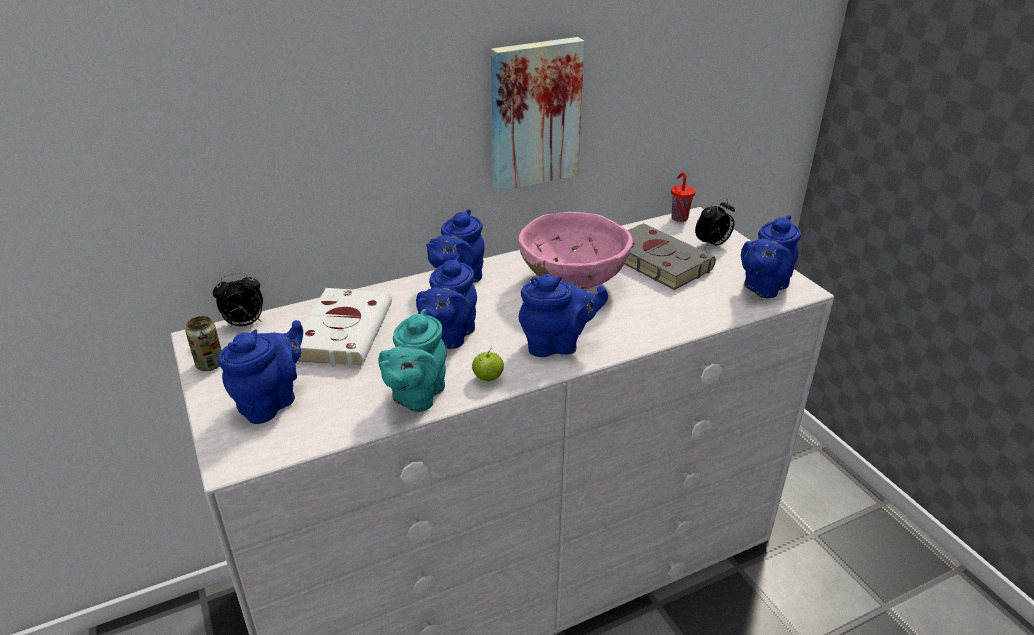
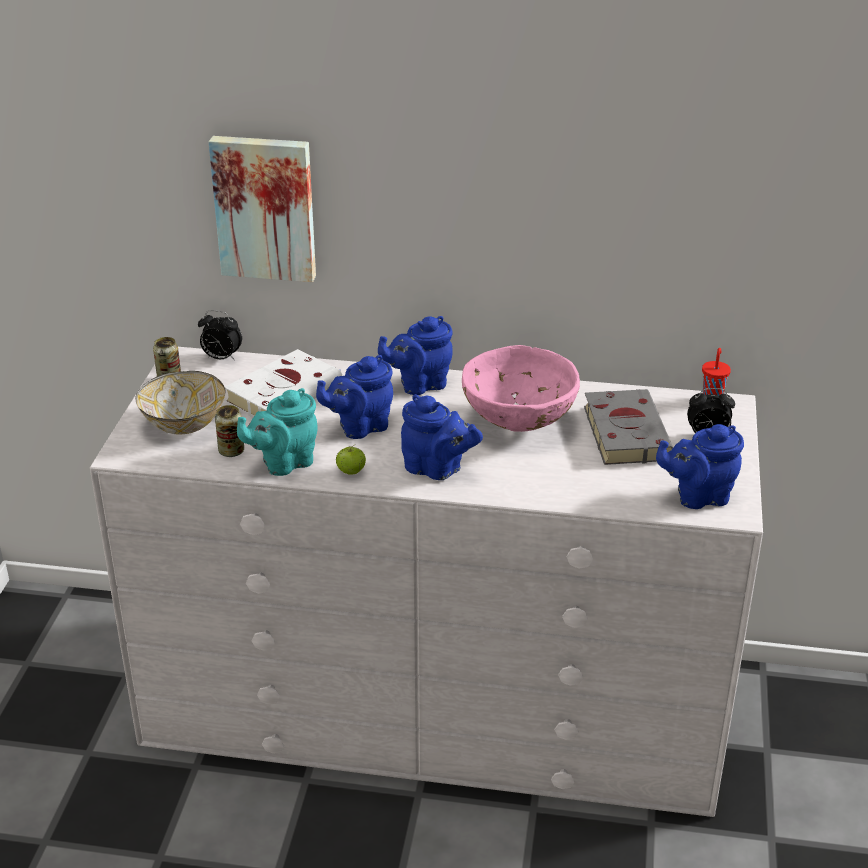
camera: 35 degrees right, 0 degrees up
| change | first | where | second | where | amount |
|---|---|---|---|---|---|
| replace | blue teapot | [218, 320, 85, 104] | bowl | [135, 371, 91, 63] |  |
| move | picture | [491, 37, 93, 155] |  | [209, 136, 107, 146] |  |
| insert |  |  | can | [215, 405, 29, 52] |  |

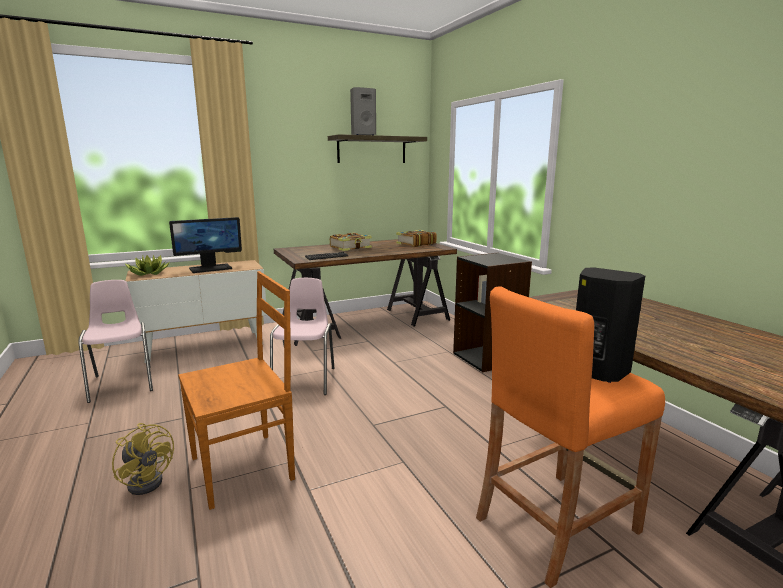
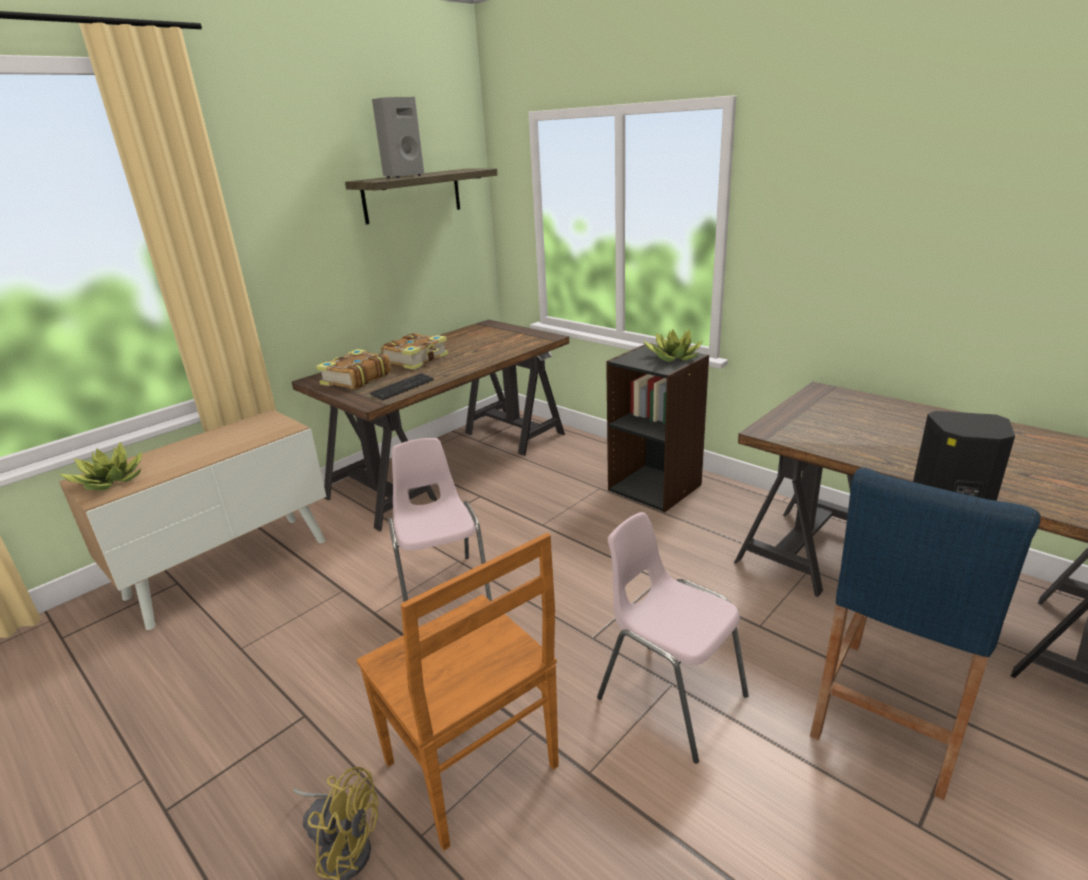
camera: 20 degrees left, 10 degrees up
| change | first | where | second | where | amount |
|---|---|---|---|---|---|
| move | book | [396, 230, 41, 17] |  | [316, 349, 75, 40] |  |
| rotate | brown chair | [178, 271, 117, 239] |  | [357, 533, 202, 318] | 105 degrees clockwise |
| move | pink chair | [78, 280, 75, 123] |  | [597, 512, 152, 252] |  |
| insert |  |  | potted plant | [643, 329, 60, 33] |  |
| recolor | orange stool | [476, 286, 189, 302] | blue stool | [810, 468, 231, 332] |  |
| delete | monitor | [169, 217, 73, 56] |  |  |  |

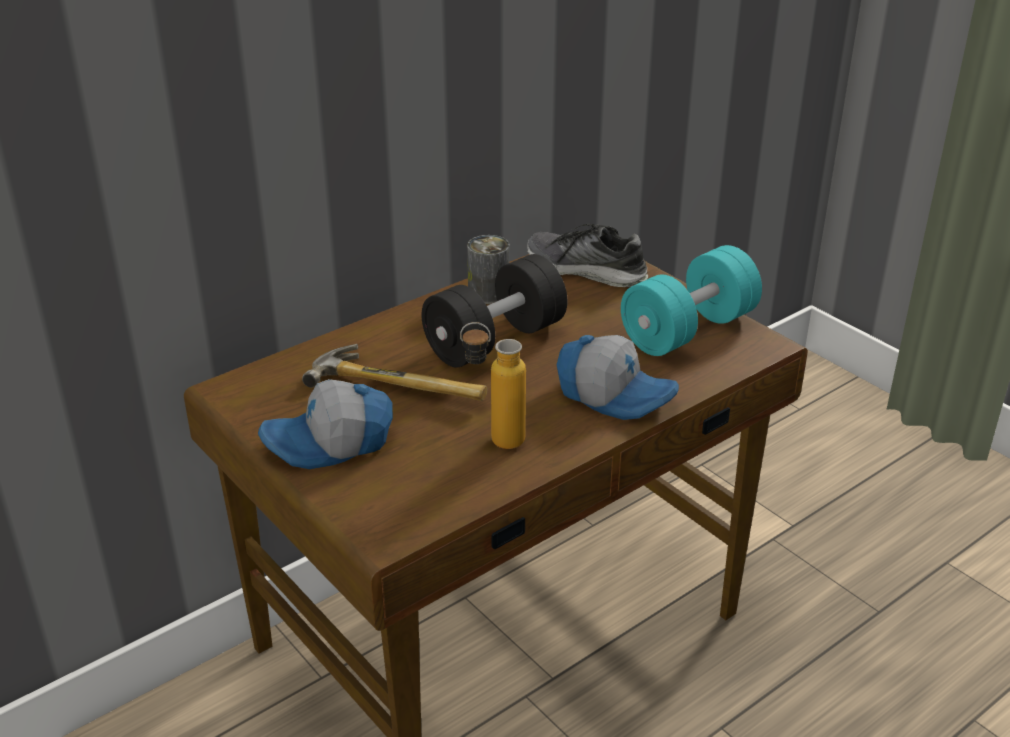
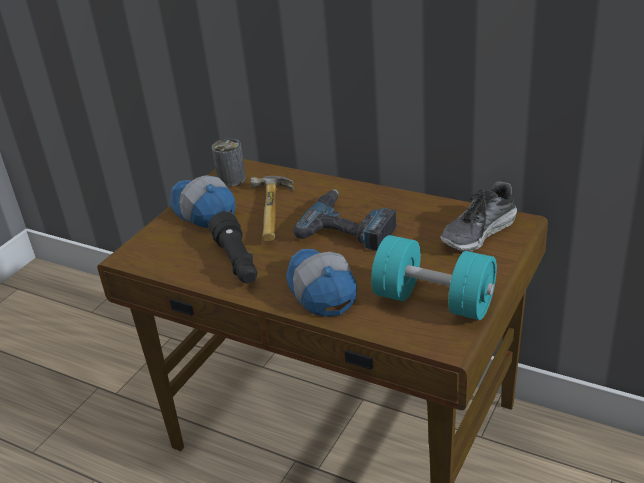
camera: 70 degrees right, 0 degrees up
| change | first | where | second | where | amount |
|---|---|---|---|---|---|
| replace | bottle | [460, 322, 66, 127] | black flashlight | [209, 211, 48, 72] |  |
| move | can | [467, 235, 43, 69] |  | [212, 139, 34, 48] |  |
| rotate | cap | [556, 335, 123, 85] |  | [286, 249, 71, 68] | 150 degrees clockwise |
| replace | black dumbbell | [422, 254, 145, 114] | power drill | [293, 189, 104, 62] |  |
| rotate | shoe | [527, 224, 121, 63] |  | [440, 181, 77, 71] | 135 degrees counterclockwise |

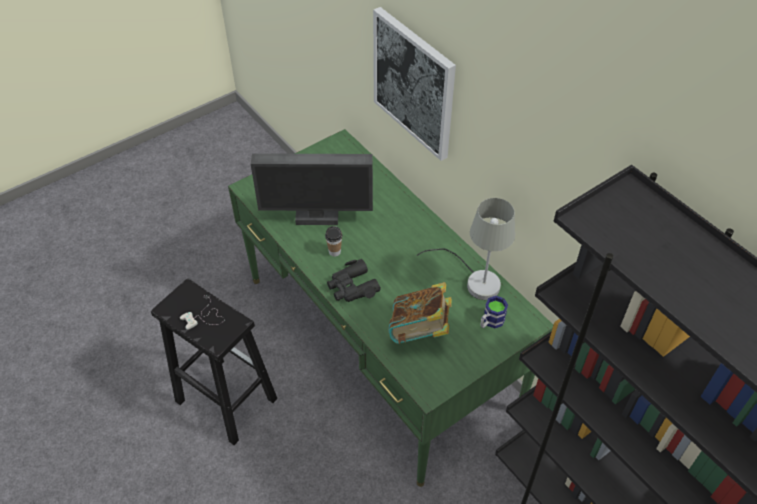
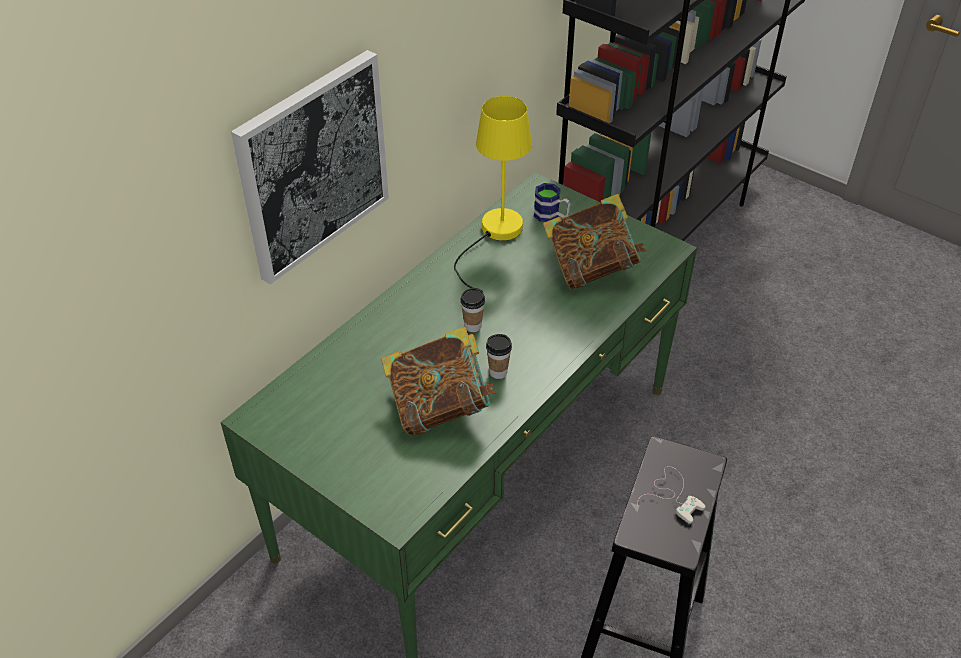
camera: 105 degrees left, 5 degrees down
| change | first | where | second | where | amount |
|---|---|---|---|---|---|
| replace | monitor | [251, 153, 122, 72] | book | [381, 326, 116, 109] |  |
| recolor | grey table lamp | [416, 198, 99, 102] | yellow table lamp | [454, 96, 78, 192] |  |
| insert |  |  | cup | [460, 288, 25, 44] |  |
| delete | black binoculars | [327, 259, 54, 43] |  |  |  |

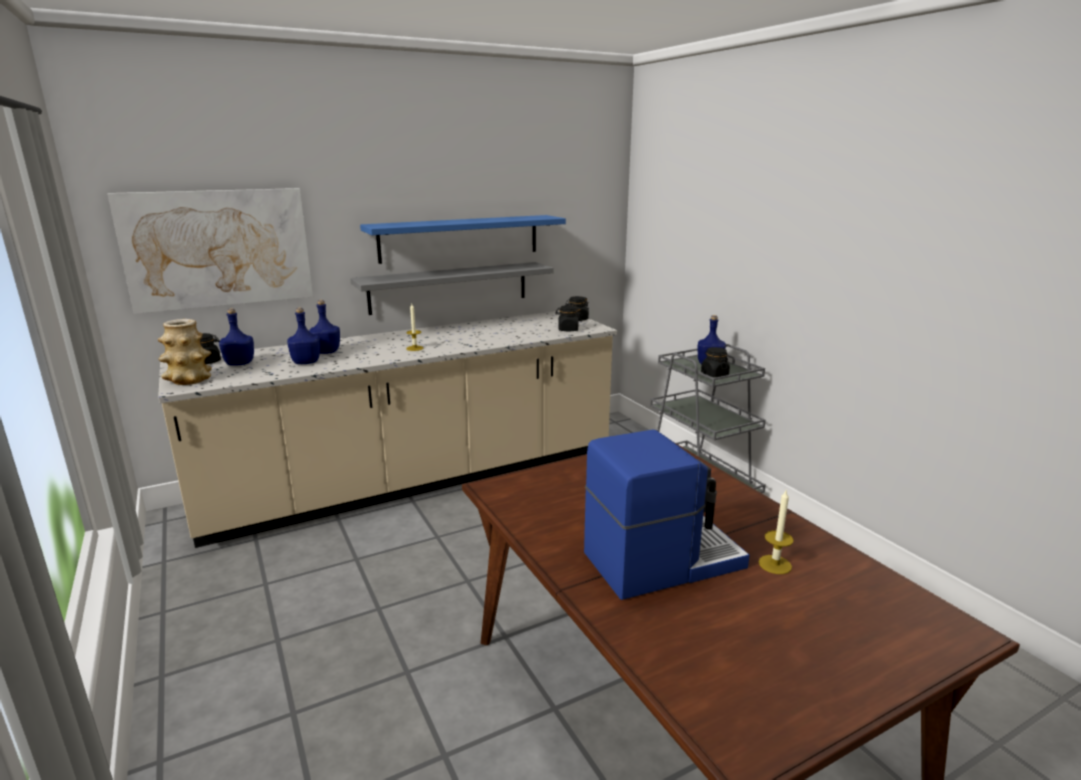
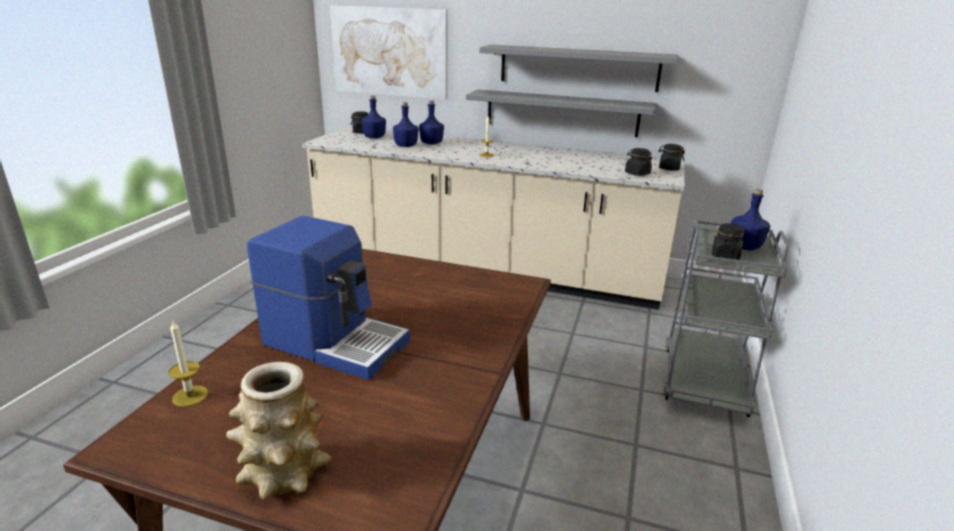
camera: 45 degrees right, 5 degrees up
| change | first | where | second | where | amount |
|---|---|---|---|---|---|
| move | candle | [759, 490, 35, 84] |  | [168, 321, 40, 86] |  |
| move | vase | [158, 319, 54, 66] |  | [226, 362, 105, 138] |  |
| recolor | blue shelf | [360, 215, 206, 49] | grey shelf | [479, 45, 199, 47] |  |

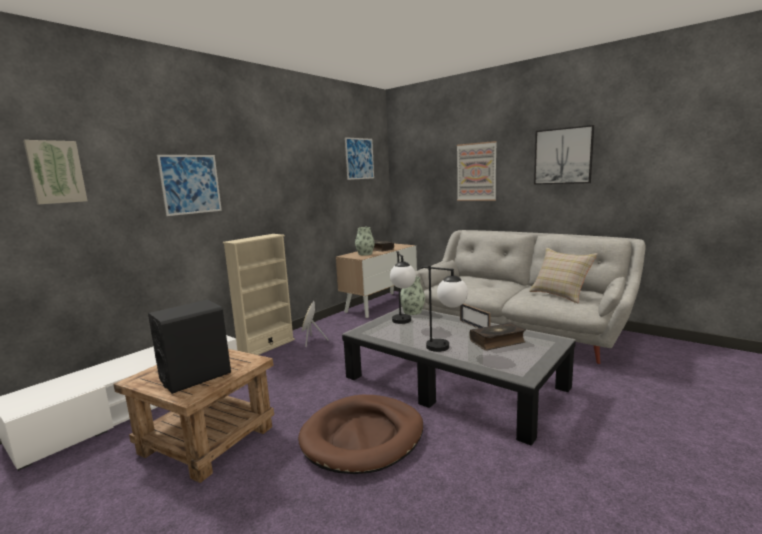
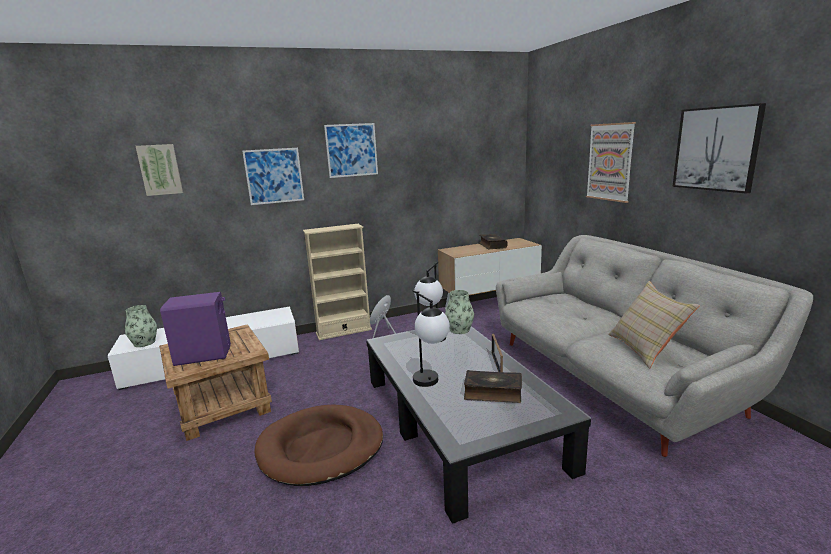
camera: 30 degrees right, 5 degrees up
| change | first | where | second | where | amount |
|---|---|---|---|---|---|
| move | vase | [355, 227, 20, 28] |  | [125, 305, 32, 42] |  |
| recolor | black speaker | [148, 300, 83, 94] | purple speaker | [160, 292, 71, 74] |  |
| move | picture | [345, 137, 29, 43] |  | [324, 123, 54, 55] |  |

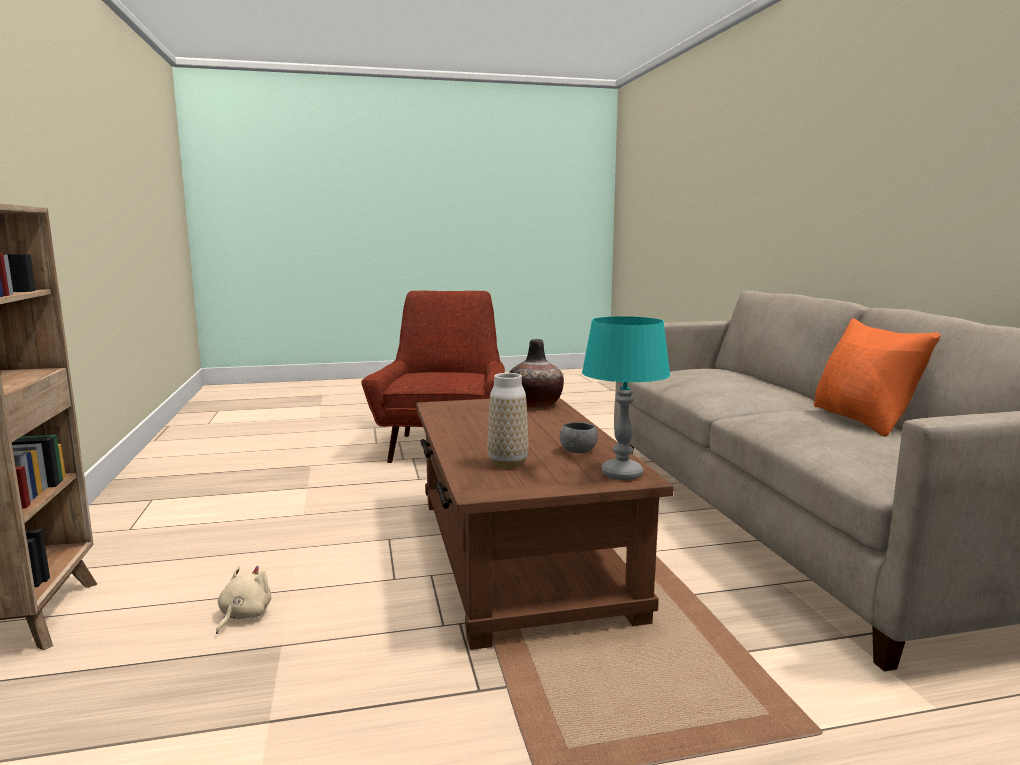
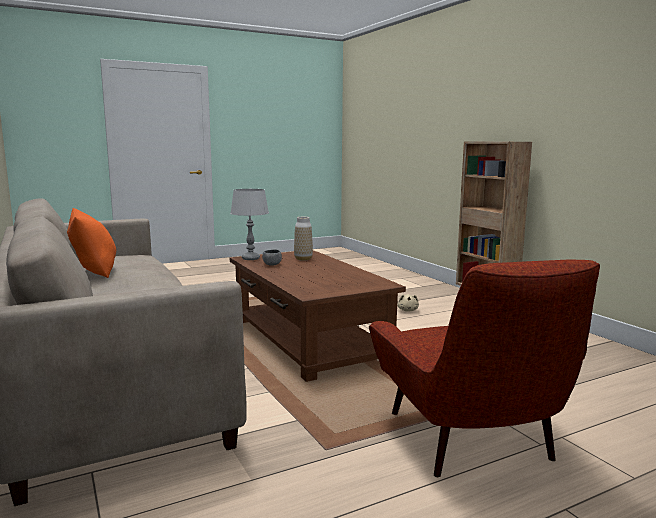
camera: 165 degrees right, 0 degrees up
| change | first | where | second | where | amount |
|---|---|---|---|---|---|
| recolor | turquoise table lamp | [582, 316, 89, 164] | grey table lamp | [230, 189, 39, 71] |  |
| delete | vase | [509, 339, 55, 69] |  |  |  |

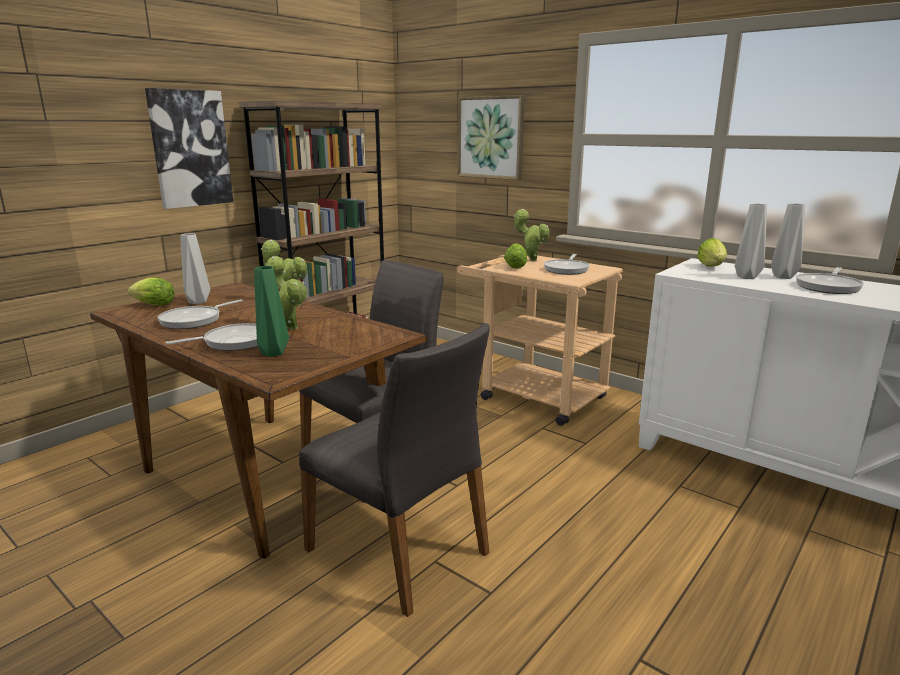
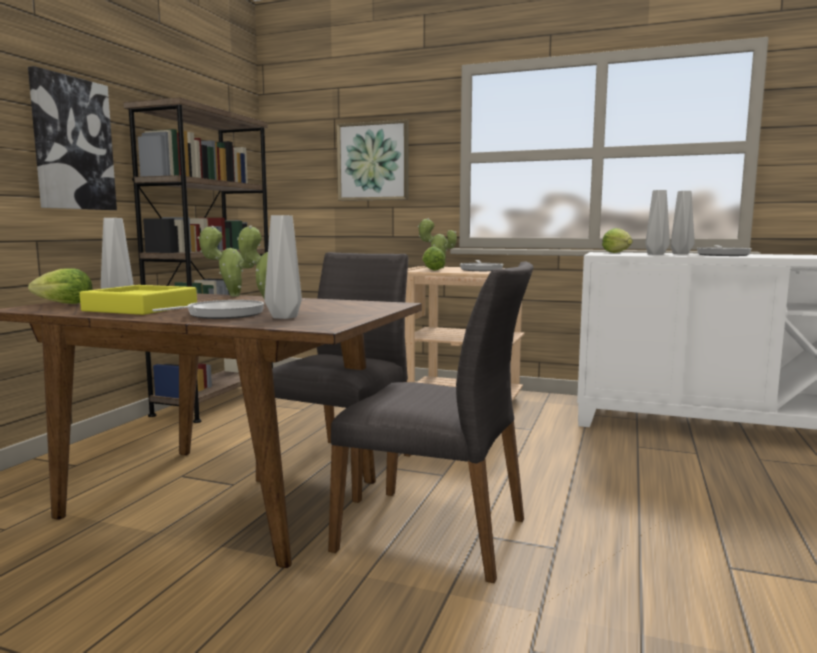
camera: 20 degrees left, 10 degrees down
| change | first | where | second | where | amount |
|---|---|---|---|---|---|
| replace | frying pan | [158, 300, 85, 29] | yellow tray | [79, 285, 118, 30] |  |
| recolor | green vase | [254, 266, 35, 91] | grey vase | [264, 215, 38, 104] |  |

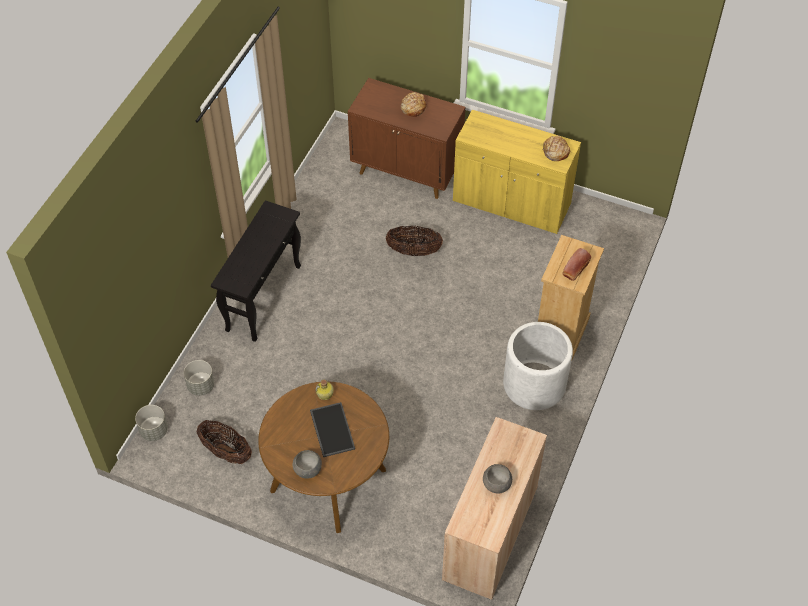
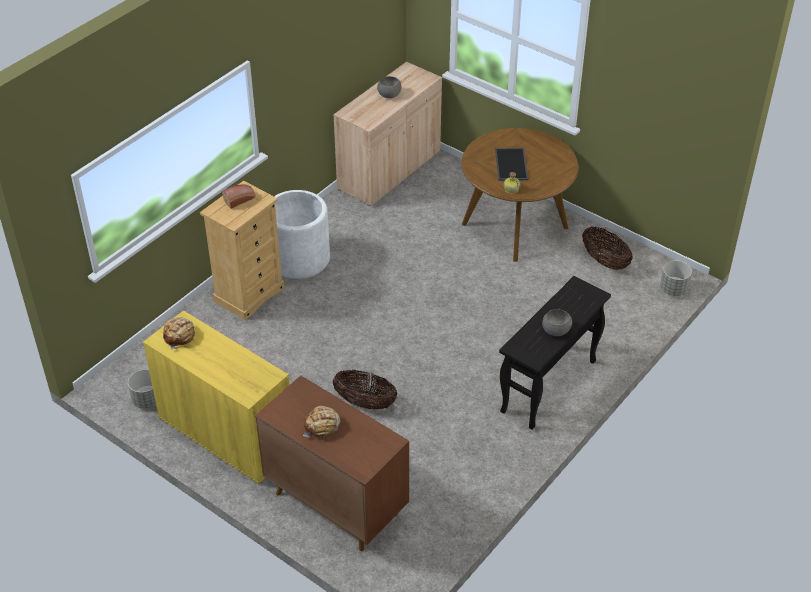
camera: 165 degrees left, 10 degrees down
| change | first | where | second | where | amount |
|---|---|---|---|---|---|
| move | grey planter | [183, 360, 32, 36] |  | [128, 369, 28, 40] |  |
| move | grey bowl | [292, 450, 30, 29] |  | [542, 309, 30, 27] |  |

